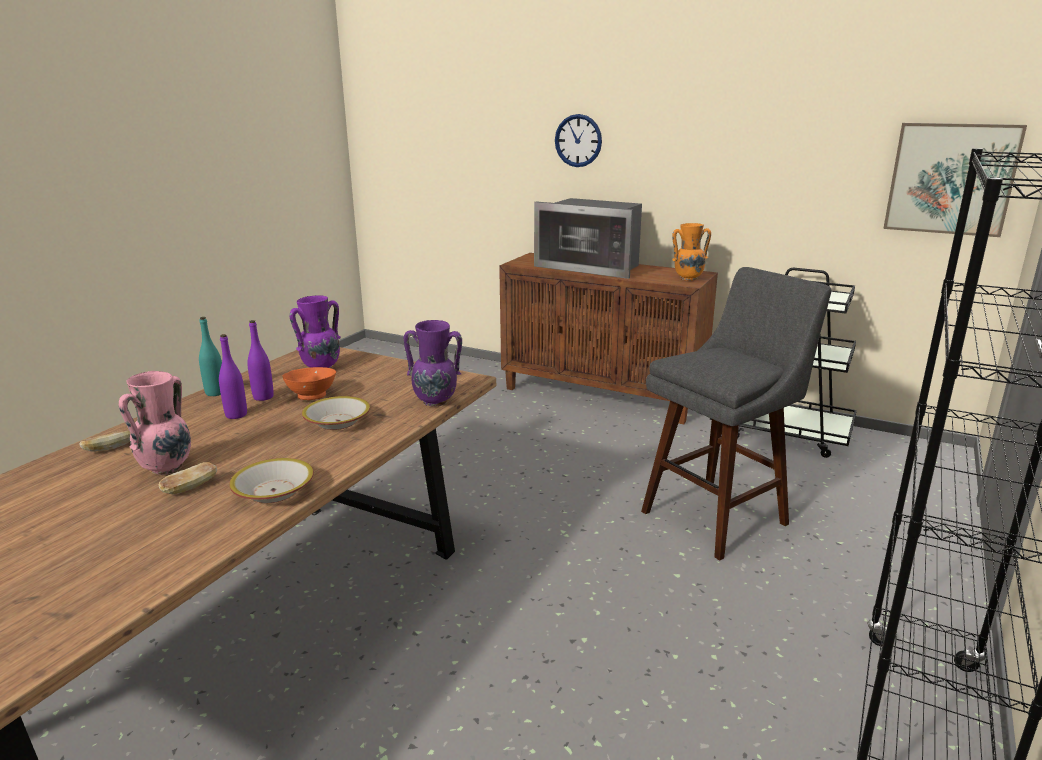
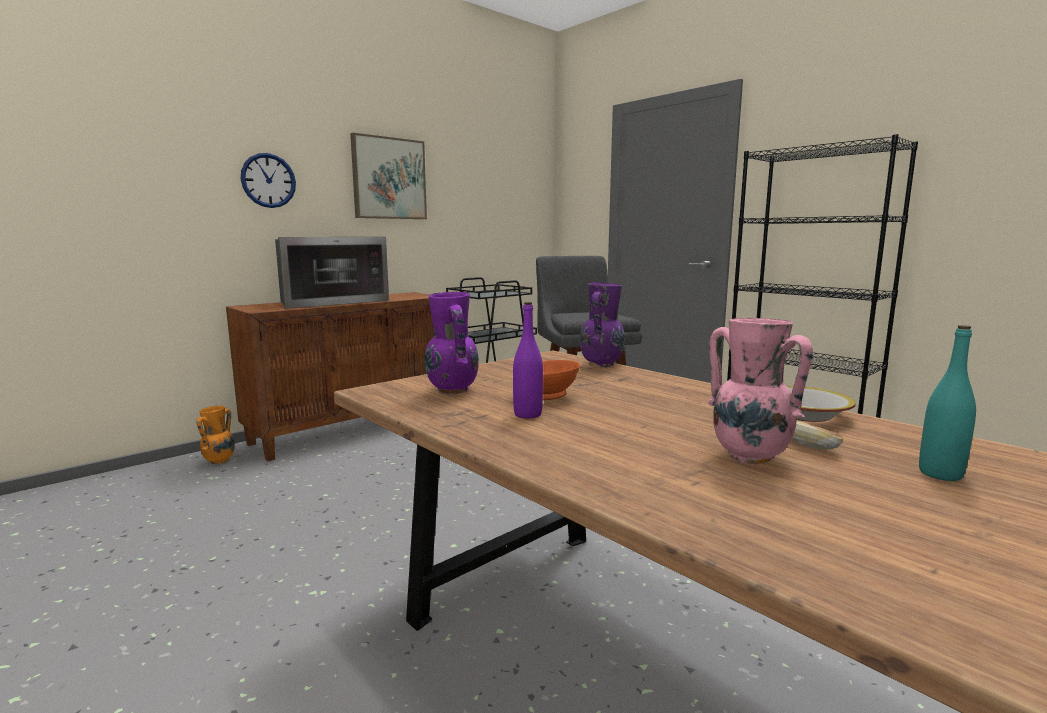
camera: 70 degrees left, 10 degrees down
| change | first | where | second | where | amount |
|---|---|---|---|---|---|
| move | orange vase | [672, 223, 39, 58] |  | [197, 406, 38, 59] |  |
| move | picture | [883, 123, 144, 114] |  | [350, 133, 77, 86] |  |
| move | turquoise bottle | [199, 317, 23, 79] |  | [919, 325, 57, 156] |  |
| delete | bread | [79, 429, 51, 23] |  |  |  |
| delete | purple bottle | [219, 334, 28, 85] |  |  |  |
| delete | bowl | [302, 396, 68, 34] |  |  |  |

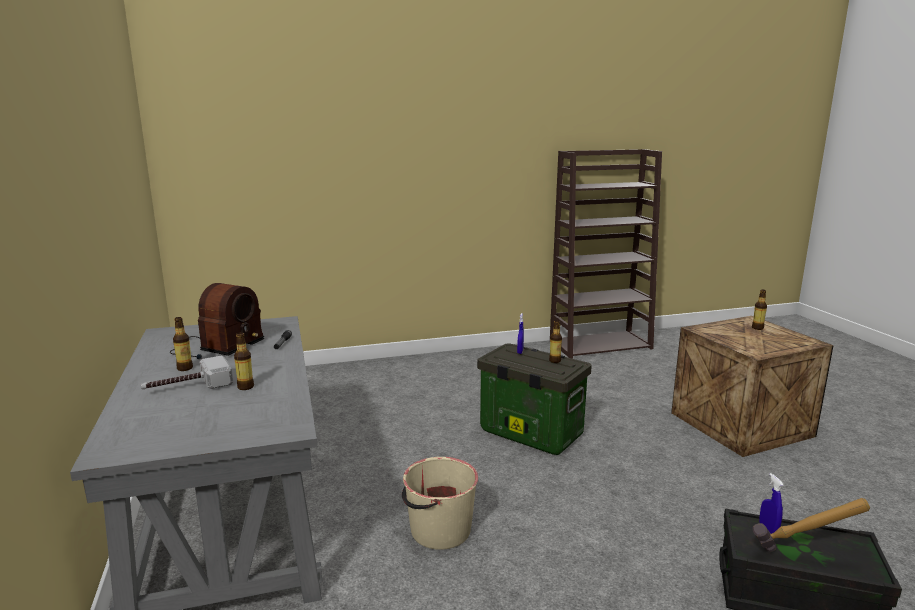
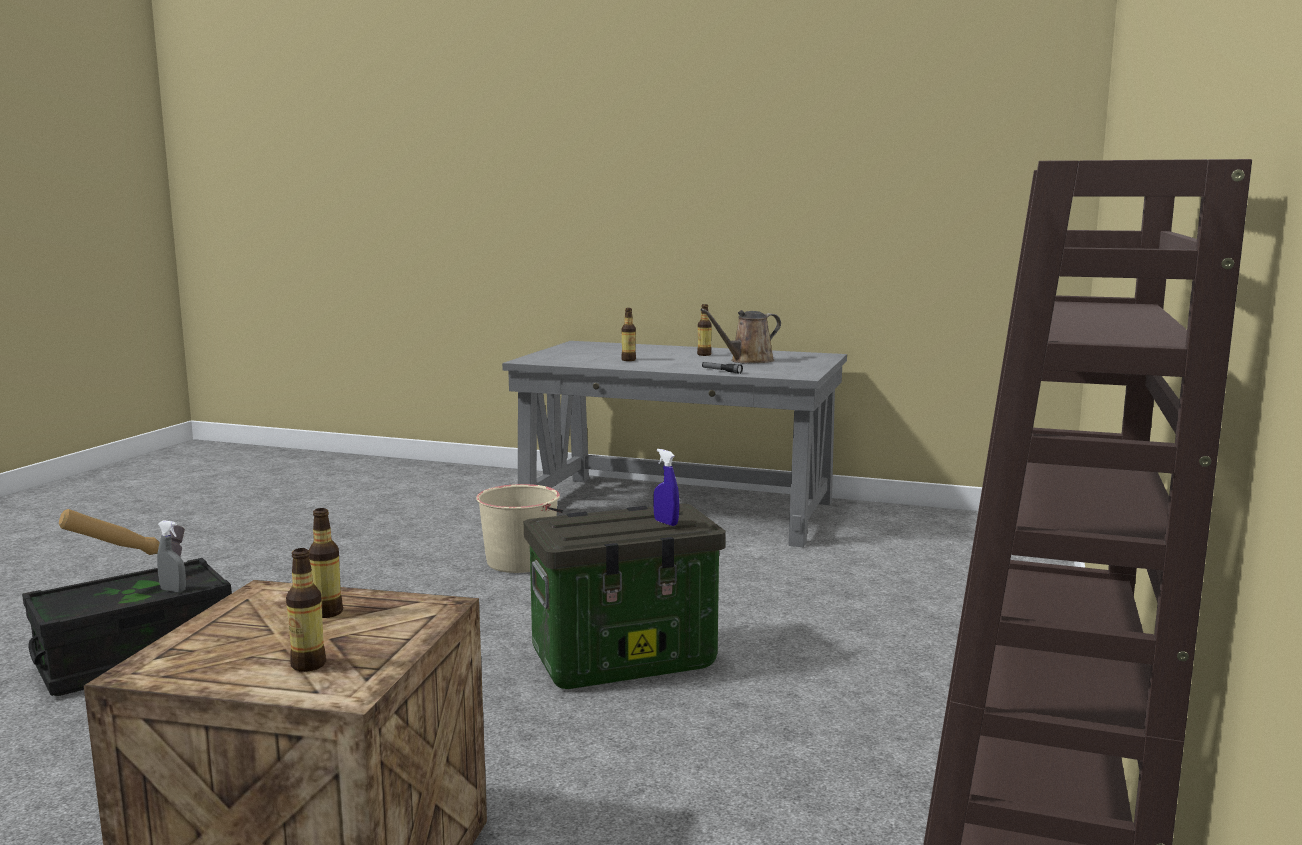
camera: 125 degrees right, 5 degrees down
| change | first | where | second | where | amount |
|---|---|---|---|---|---|
| recolor | blue spray bottle | [759, 473, 24, 61] | grey spray bottle | [157, 520, 29, 72] |  |
| move | bottle | [549, 320, 13, 43] |  | [309, 508, 34, 110] |  |
| replace | radio | [170, 283, 94, 76] | brown watering can | [700, 308, 81, 56] |  |
| delete | hammer | [141, 355, 92, 34] |  |  |  |

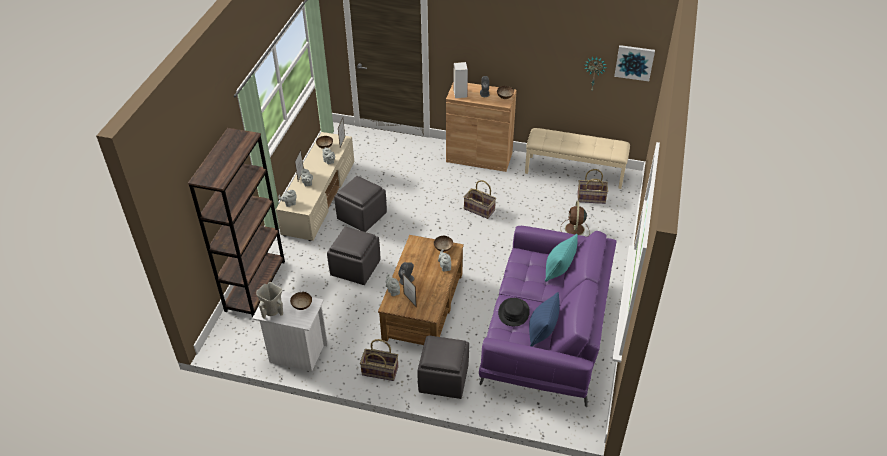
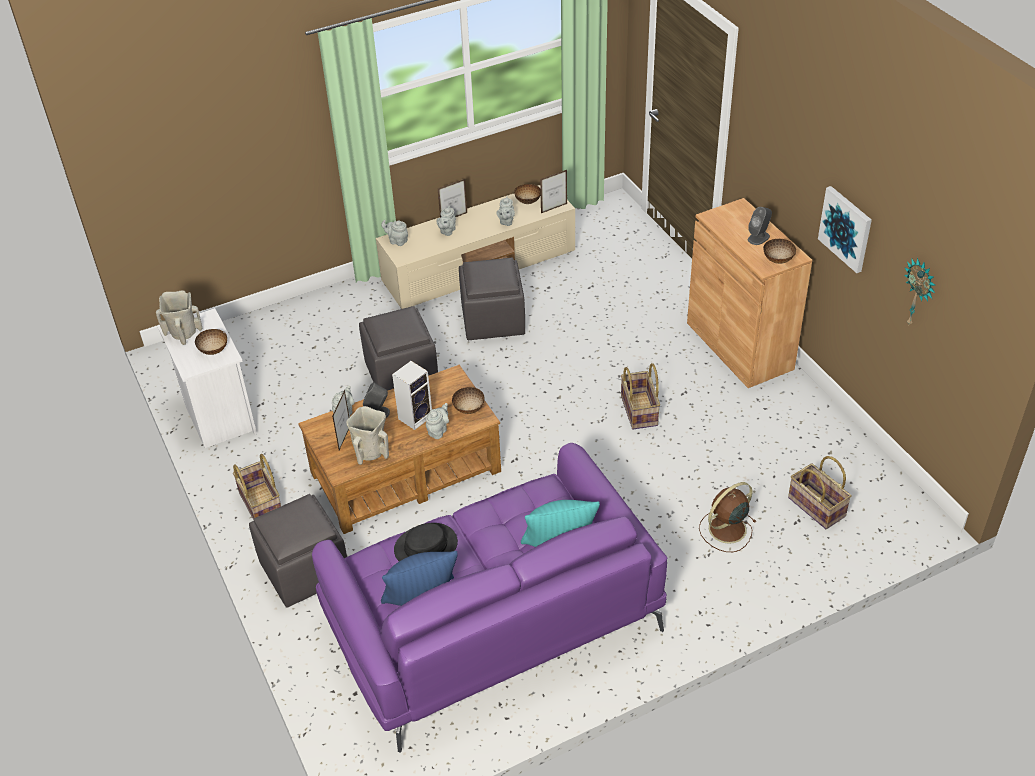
camera: 50 degrees right, 0 degrees up
| change | first | where | second | where | amount |
|---|---|---|---|---|---|
| insert |  |  | beige vase | [346, 406, 43, 59] |  |
| move | speaker | [454, 62, 14, 36] |  | [392, 361, 40, 69] |  |
| move | picture | [614, 45, 41, 36] |  | [818, 186, 54, 87] |  |
| delete | brown bookcase | [188, 128, 97, 190] |  |  |  |
| delete | beige bench | [525, 128, 105, 61] |  |  |  |

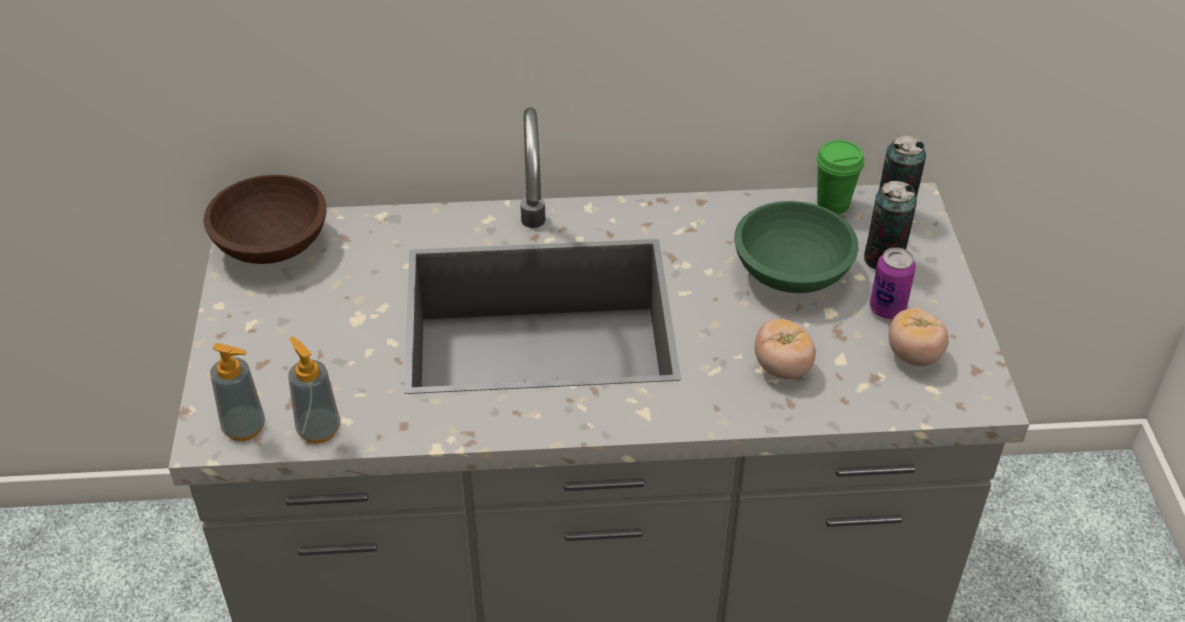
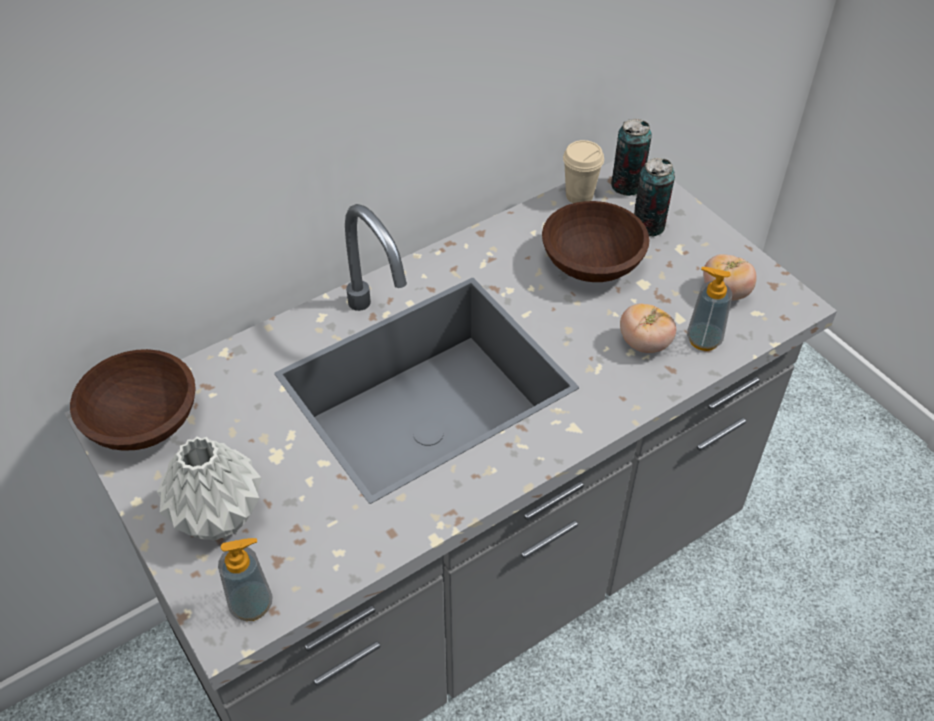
camera: 30 degrees left, 5 degrees up
| change | first | where | second | where | amount |
|---|---|---|---|---|---|
| insert |  |  | grey vase | [157, 436, 104, 105] |  |
| recolor | green bowl | [734, 201, 124, 92] | brown bowl | [542, 201, 108, 81] |  |
| recolor | green cup | [816, 140, 48, 74] | beige cup | [563, 140, 41, 63] |  |
| move | soap dispenser | [288, 336, 52, 108] |  | [687, 267, 45, 84] |  |
| delete | can | [870, 247, 46, 72] |  |  |  |

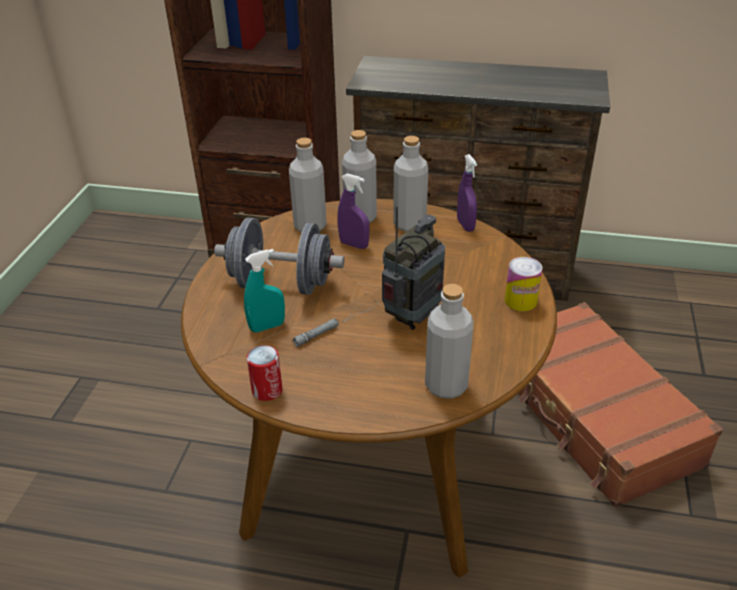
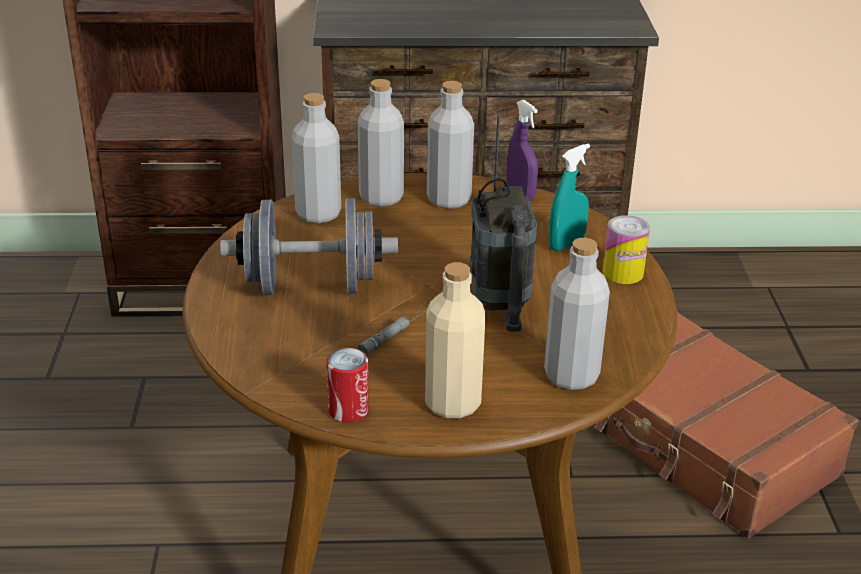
camera: 15 degrees left, 5 degrees down
| change | first | where | second | where | amount |
|---|---|---|---|---|---|
| insert |  |  | beige bottle | [425, 262, 60, 157] |  |
| rotate | radio | [382, 206, 63, 124] |  | [469, 114, 68, 218] | 150 degrees clockwise |
| move | turquoise spray bottle | [244, 249, 41, 83] |  | [549, 144, 41, 107] |  |
| delete | purple spray bottle | [337, 173, 33, 76] |  |  |  |

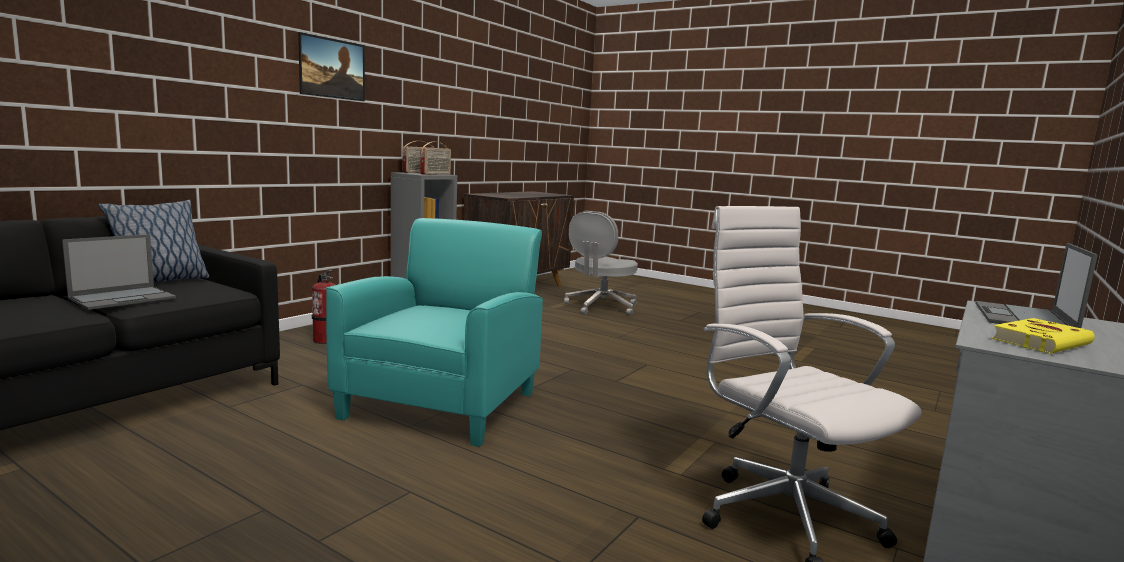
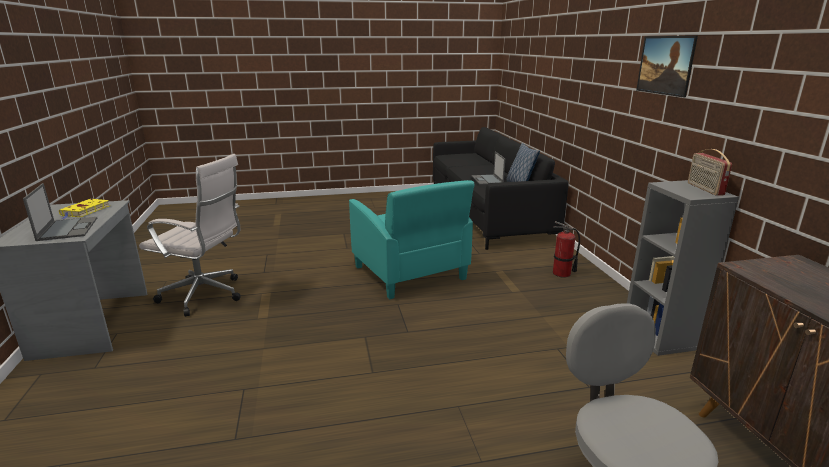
camera: 135 degrees right, 10 degrees up
| change | first | where | second | where | amount |
|---|---|---|---|---|---|
| delete | radio | [420, 142, 31, 33] |  |  |  |

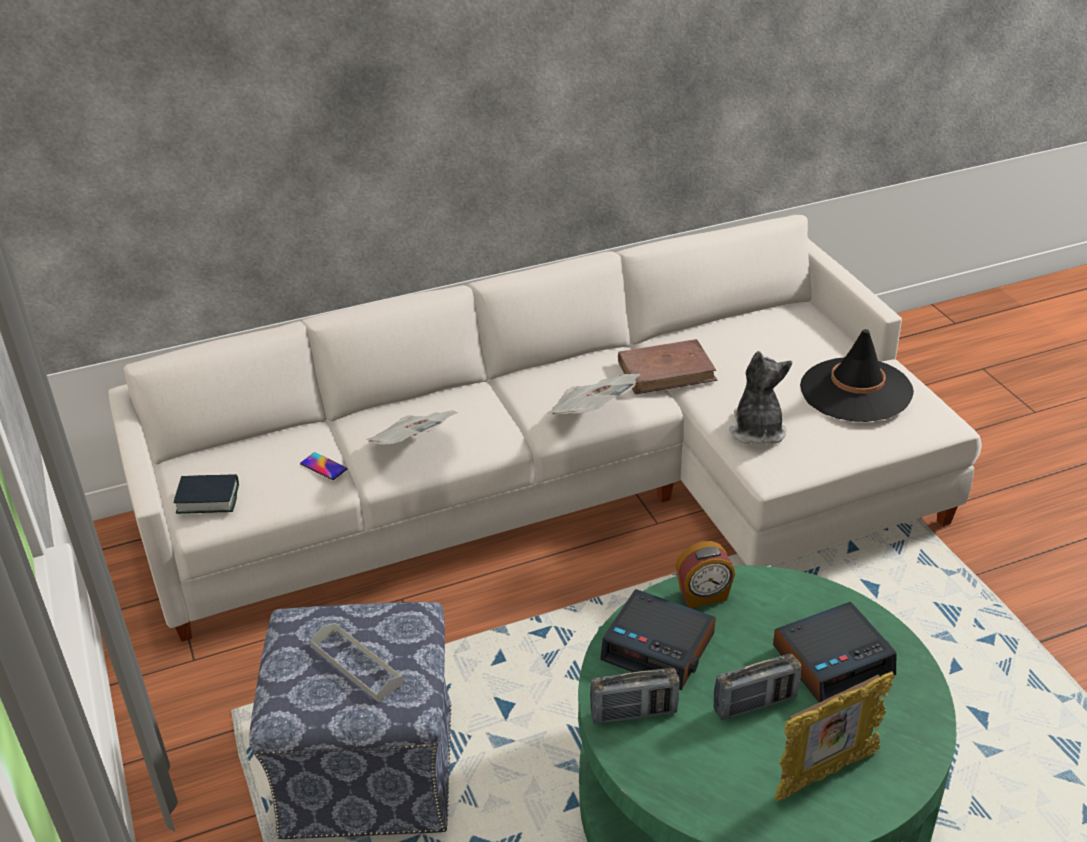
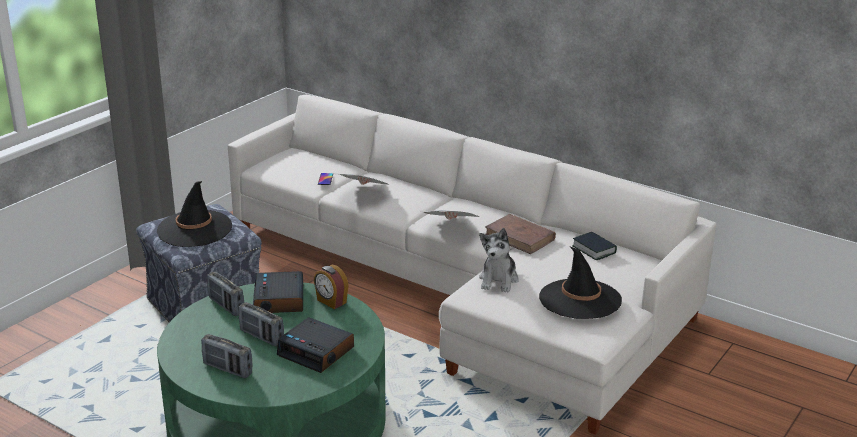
camera: 55 degrees right, 10 degrees down
| change | first | where | second | where | amount |
|---|---|---|---|---|---|
| replace | grey tray | [310, 623, 94, 79] | black hat | [157, 181, 75, 66] |  |
| replace | picture frame | [774, 671, 120, 130] | radio | [201, 334, 51, 44] |  |
| rotate | plush toy | [729, 351, 63, 93] |  | [479, 228, 40, 64] | 135 degrees clockwise |
| move | book | [173, 474, 66, 40] |  | [572, 232, 45, 28] |  |

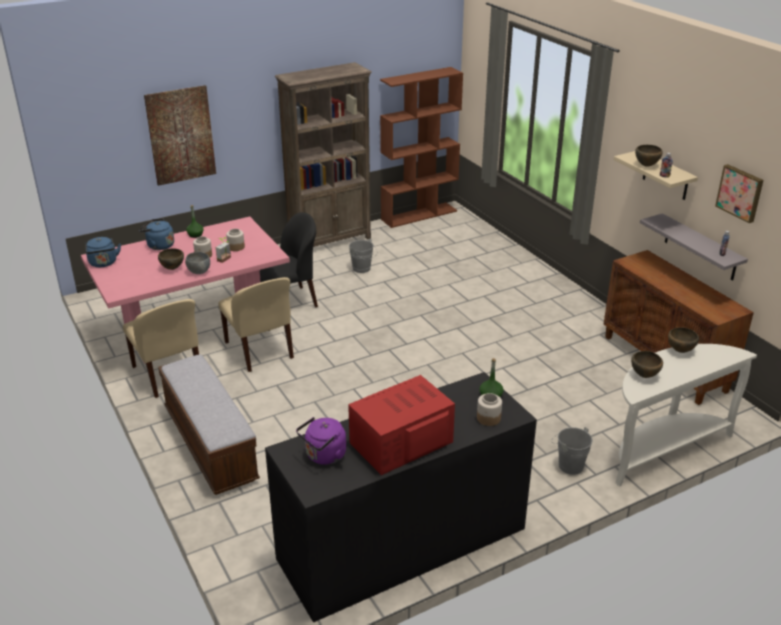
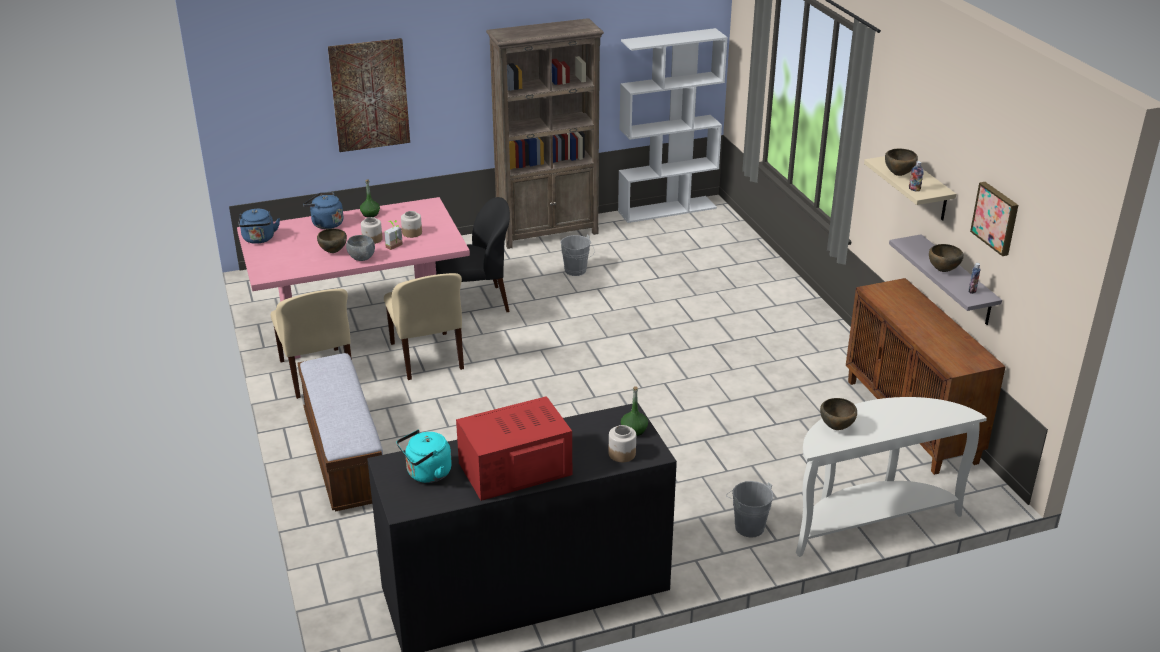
camera: 10 degrees right, 0 degrees up
| change | first | where | second | where | amount |
|---|---|---|---|---|---|
| recolor | purple kettle | [296, 417, 50, 48] | turquoise kettle | [397, 430, 55, 53] |  |
| recolor | brown bookcase | [380, 67, 83, 161] | white bookcase | [618, 28, 110, 195] |  |
| move | brown bowl | [668, 327, 31, 26] |  | [929, 244, 35, 28] |  |

